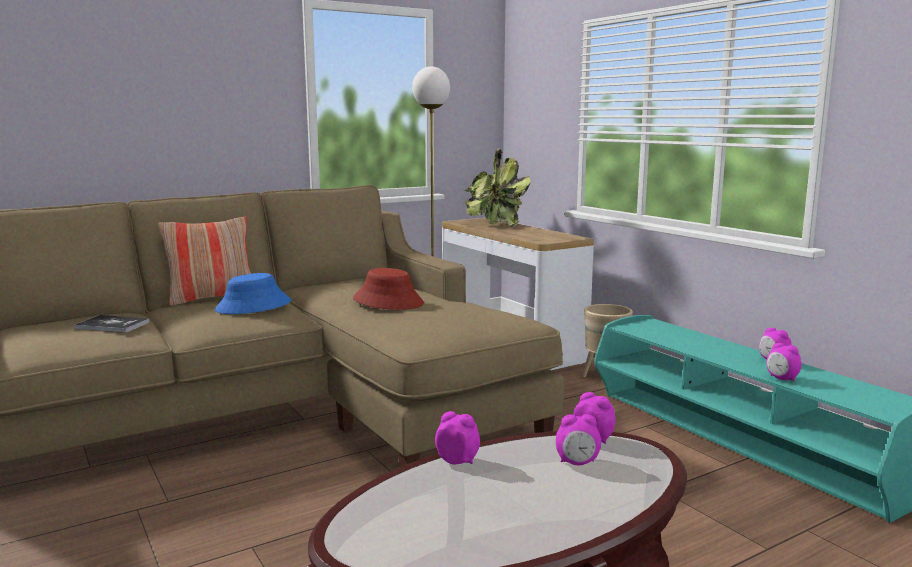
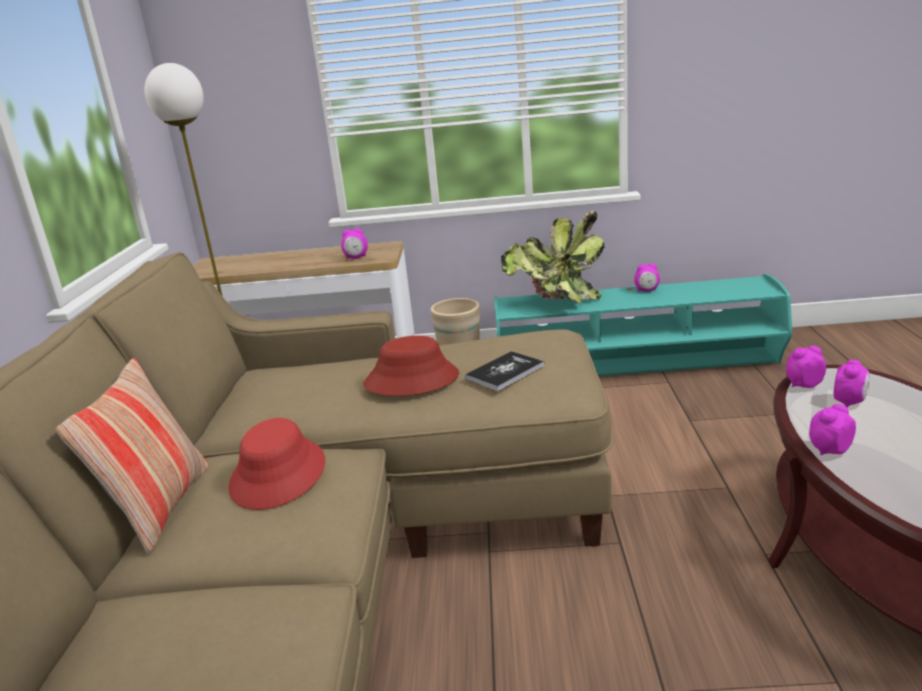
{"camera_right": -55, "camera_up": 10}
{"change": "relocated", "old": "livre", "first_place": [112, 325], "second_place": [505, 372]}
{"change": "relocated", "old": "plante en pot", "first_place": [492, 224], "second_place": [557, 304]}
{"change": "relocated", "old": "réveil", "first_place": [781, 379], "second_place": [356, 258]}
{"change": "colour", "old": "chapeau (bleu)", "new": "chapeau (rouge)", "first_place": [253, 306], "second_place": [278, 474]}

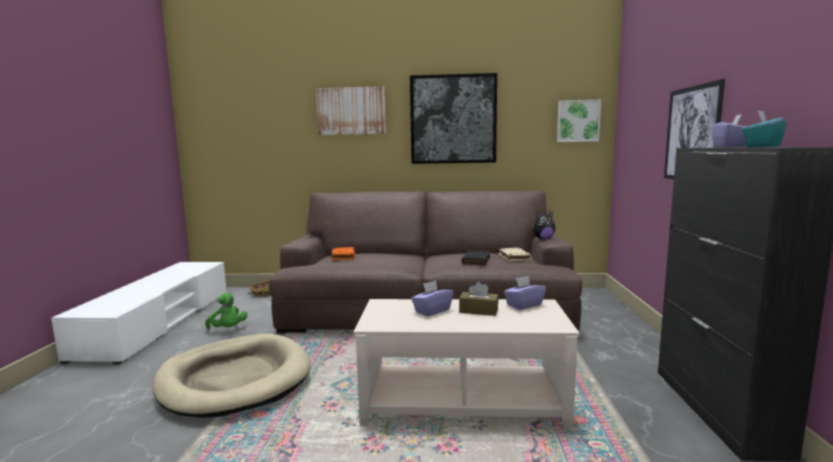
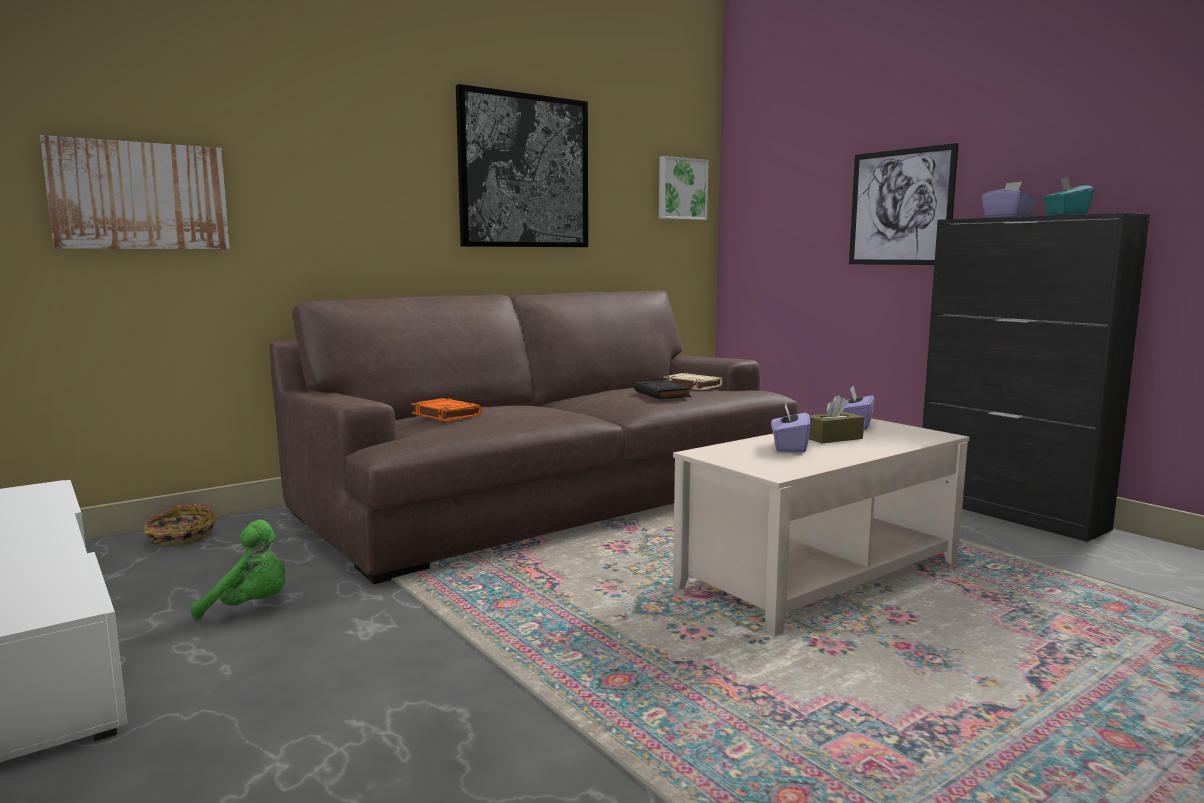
{"camera_right": -40, "camera_up": 0}
{"change": "missing", "old": "panier pour chien (beige)", "first_place": [235, 379]}
{"change": "missing", "old": "peluche", "first_place": [543, 239]}
{"change": "relocated", "old": "tableau", "first_place": [351, 111], "second_place": [140, 196]}

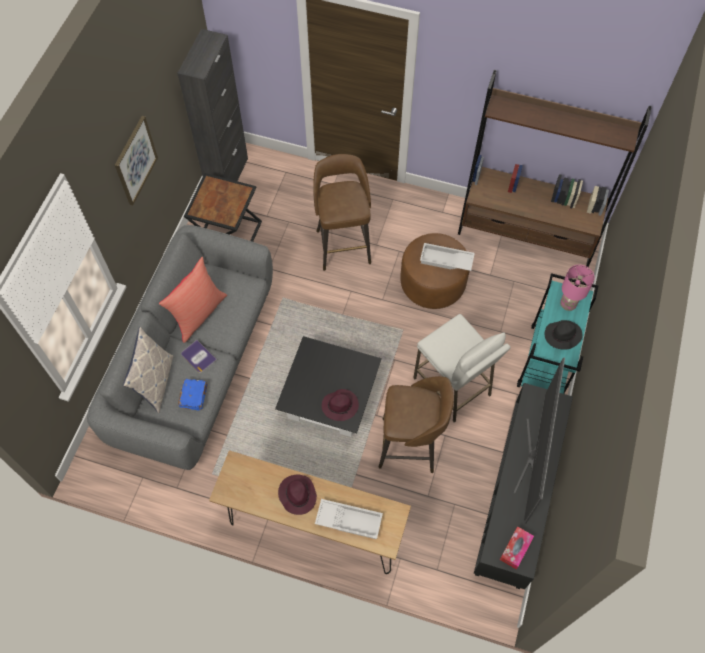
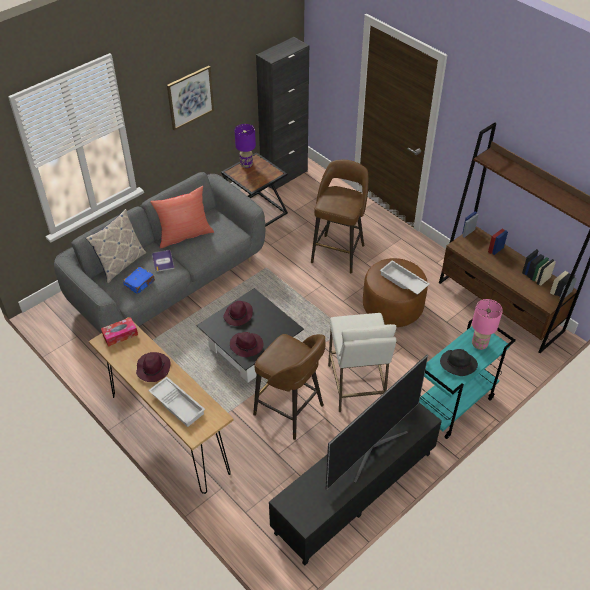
{"camera_right": 30, "camera_up": -15}
{"change": "appeared", "new": "chapeau (violet)", "second_place": [238, 315]}
{"change": "appeared", "new": "lampe de table (violet)", "second_place": [246, 165]}
{"change": "relocated", "old": "boîte à mouchoirs", "first_place": [515, 549], "second_place": [120, 335]}

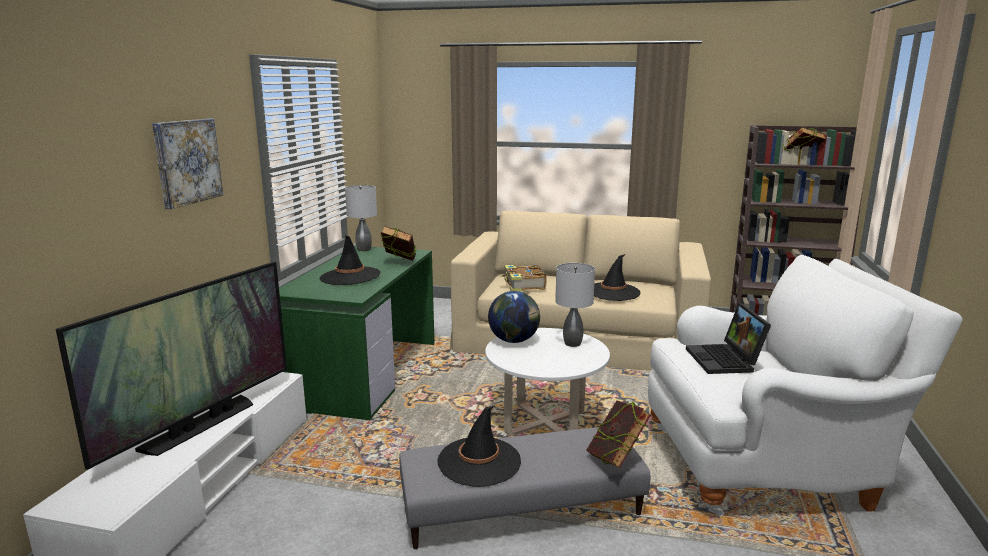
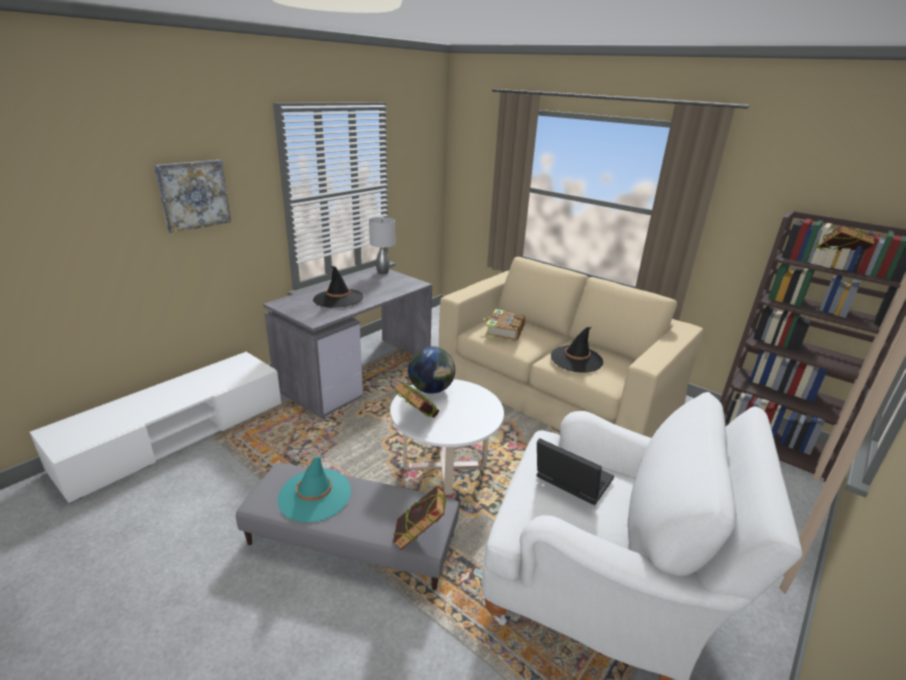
{"camera_right": 25, "camera_up": 10}
{"change": "missing", "old": "téléviseur", "first_place": [200, 425]}
{"change": "missing", "old": "lampe de table (gris)", "first_place": [572, 343]}
{"change": "relocated", "old": "livre", "first_place": [399, 263], "second_place": [416, 419]}
{"change": "colour", "old": "bureau (vert)", "new": "bureau (gris)", "first_place": [364, 372], "second_place": [356, 373]}
{"change": "colour", "old": "chapeau (noir)", "new": "chapeau (turquoise)", "first_place": [479, 462], "second_place": [315, 495]}
{"change": "spun", "old": "ordinateur portable", "first_place": [726, 360], "second_place": [569, 481], "degrees": 105}

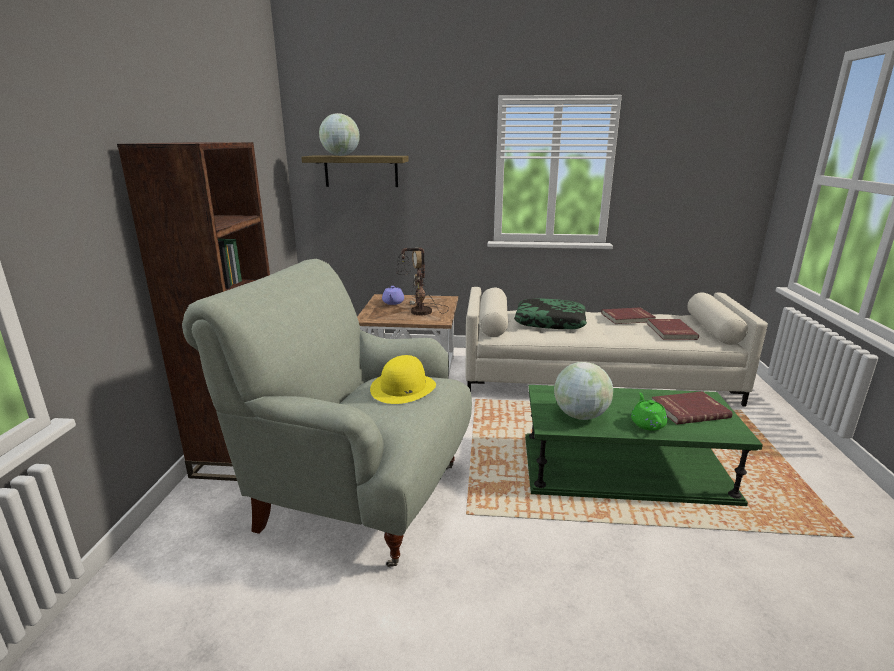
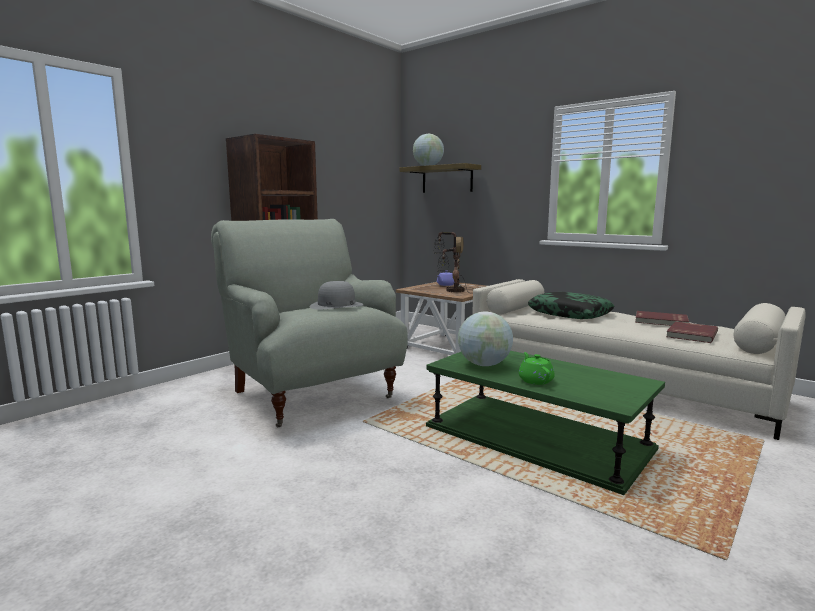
{"camera_right": 35, "camera_up": -10}
{"change": "missing", "old": "livre (rouge)", "first_place": [689, 410]}
{"change": "colour", "old": "chapeau (jaune)", "new": "chapeau (gris)", "first_place": [403, 388], "second_place": [336, 305]}
{"change": "spun", "old": "théière (vert)", "first_place": [647, 424], "second_place": [535, 380], "degrees": -45}

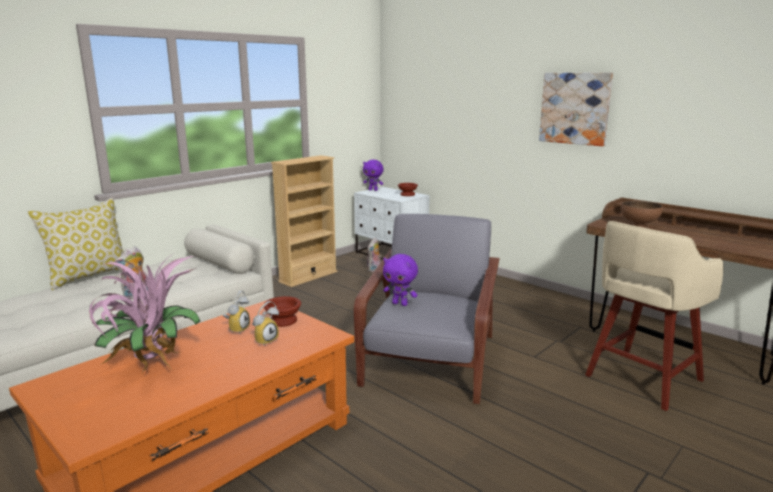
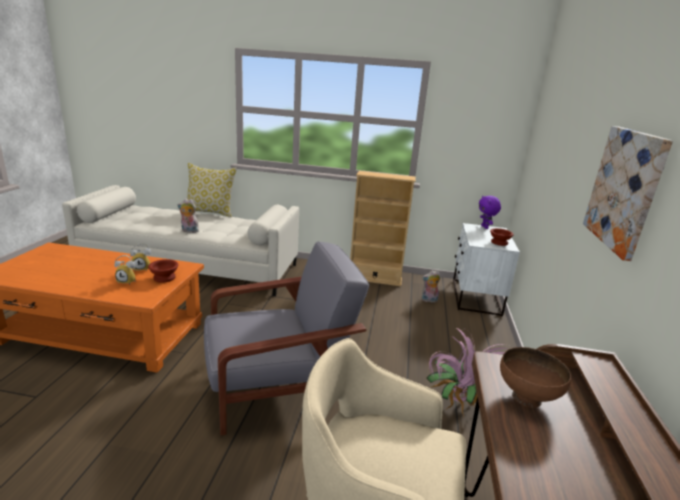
{"camera_right": 55, "camera_up": 5}
{"change": "missing", "old": "peluche (violet)", "first_place": [400, 304]}
{"change": "relocated", "old": "plante en pot", "first_place": [151, 368], "second_place": [456, 406]}

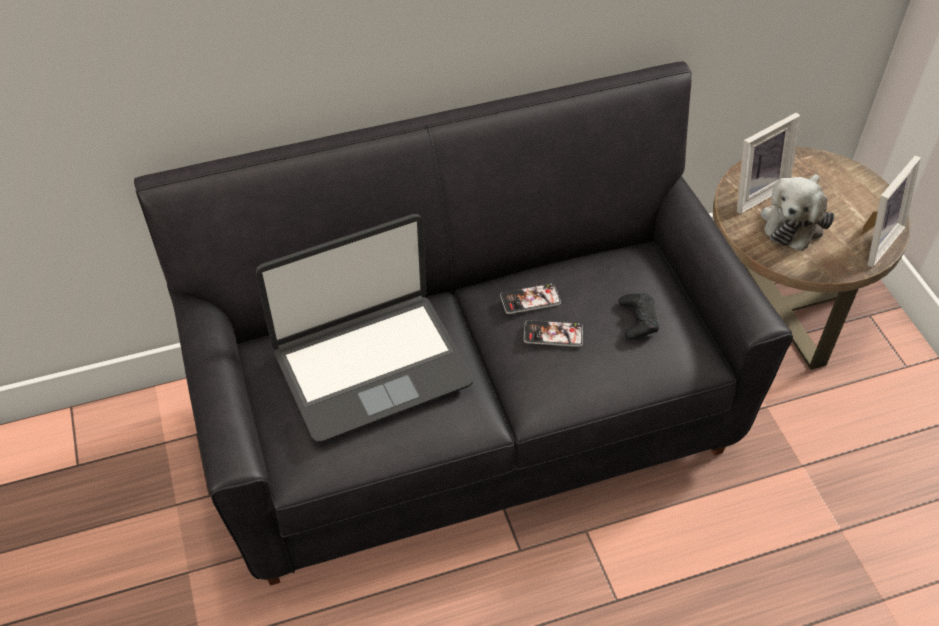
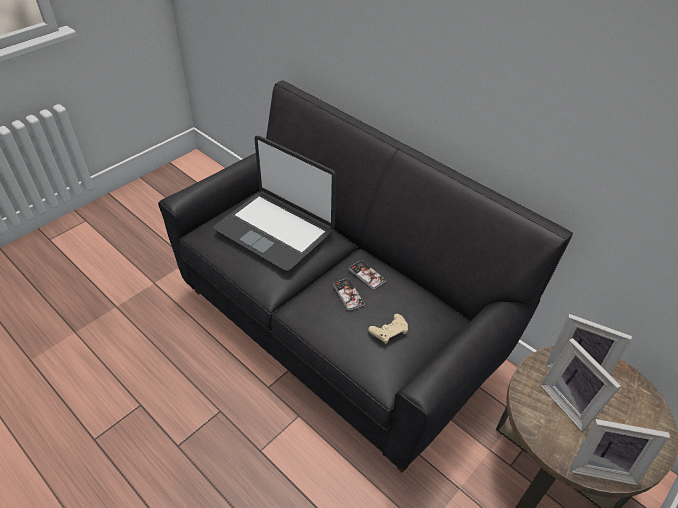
{"camera_right": 60, "camera_up": -5}
{"change": "exchanged", "old": "peluche", "new": "cadre photo", "first_place": [794, 221], "second_place": [570, 402]}
{"change": "colour", "old": "manette (noir)", "new": "manette (beige)", "first_place": [638, 320], "second_place": [389, 331]}

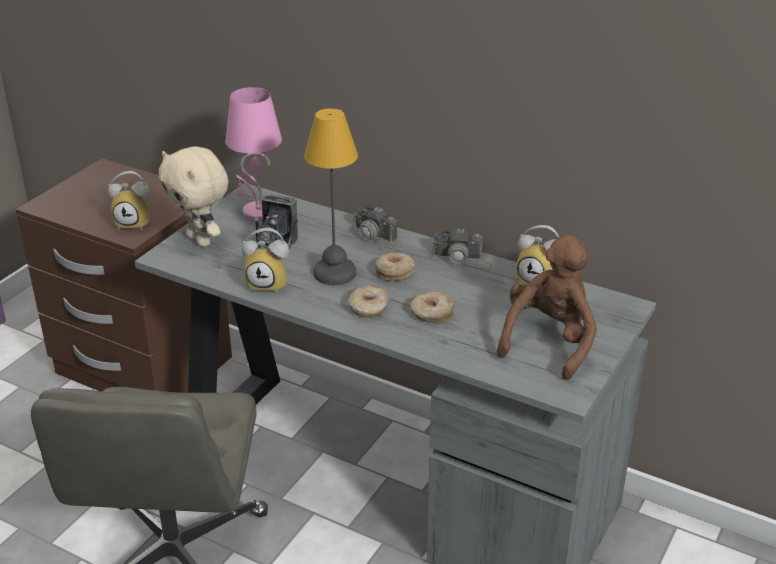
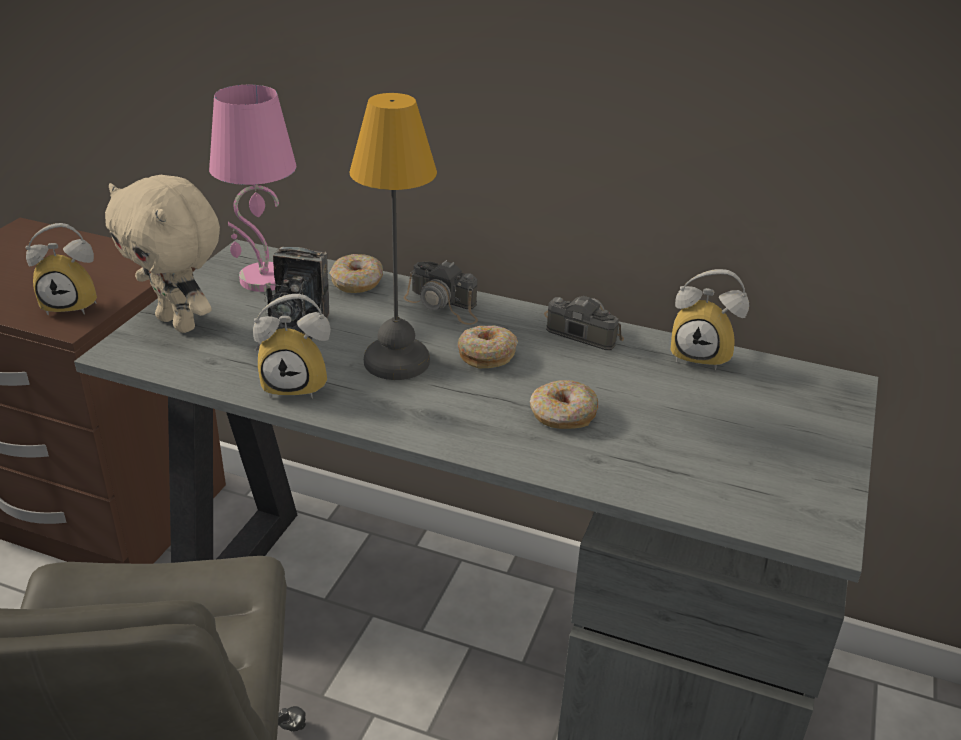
{"camera_right": -10, "camera_up": 0}
{"change": "missing", "old": "peluche (marron)", "first_place": [549, 342]}
{"change": "relocated", "old": "beignet", "first_place": [369, 308], "second_place": [357, 282]}
{"change": "spun", "old": "appareil photo", "first_place": [461, 259], "second_place": [579, 330], "degrees": -150}

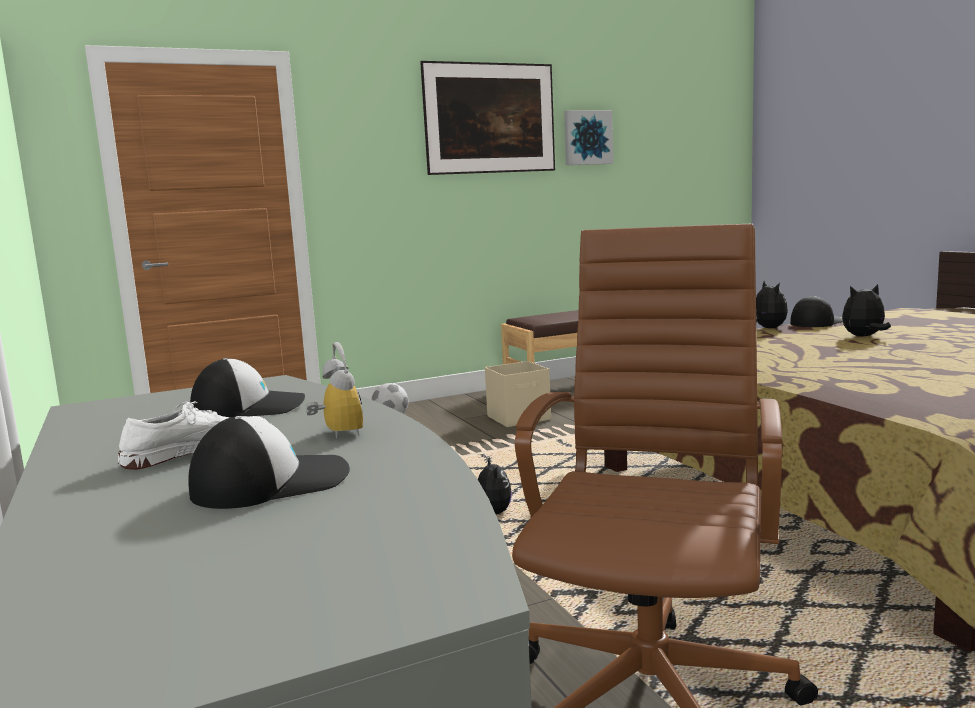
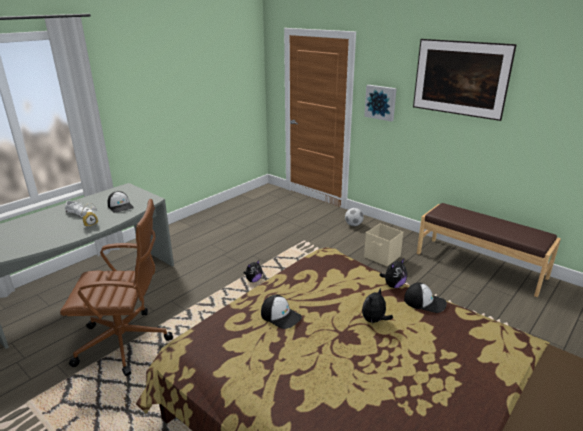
{"camera_right": 65, "camera_up": 15}
{"change": "relocated", "old": "casquette", "first_place": [271, 482], "second_place": [281, 316]}
{"change": "relocated", "old": "tableau", "first_place": [587, 138], "second_place": [380, 102]}
{"change": "spun", "old": "peluche", "first_place": [864, 337], "second_place": [374, 320], "degrees": -105}

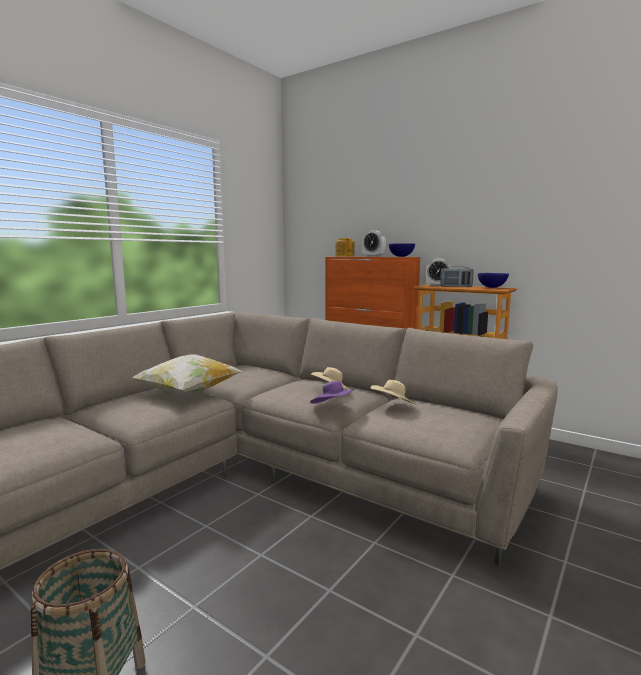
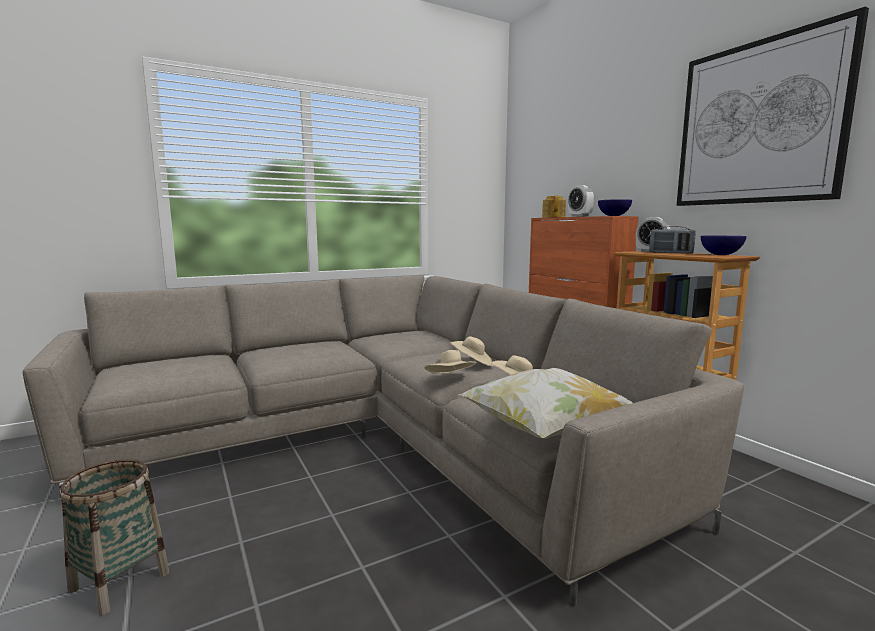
{"camera_right": 25, "camera_up": 0}
{"change": "appeared", "new": "tableau", "second_place": [758, 123]}
{"change": "relocated", "old": "coussin", "first_place": [188, 393], "second_place": [544, 431]}
{"change": "colour", "old": "chapeau (violet)", "new": "chapeau (beige)", "first_place": [333, 407], "second_place": [451, 379]}

